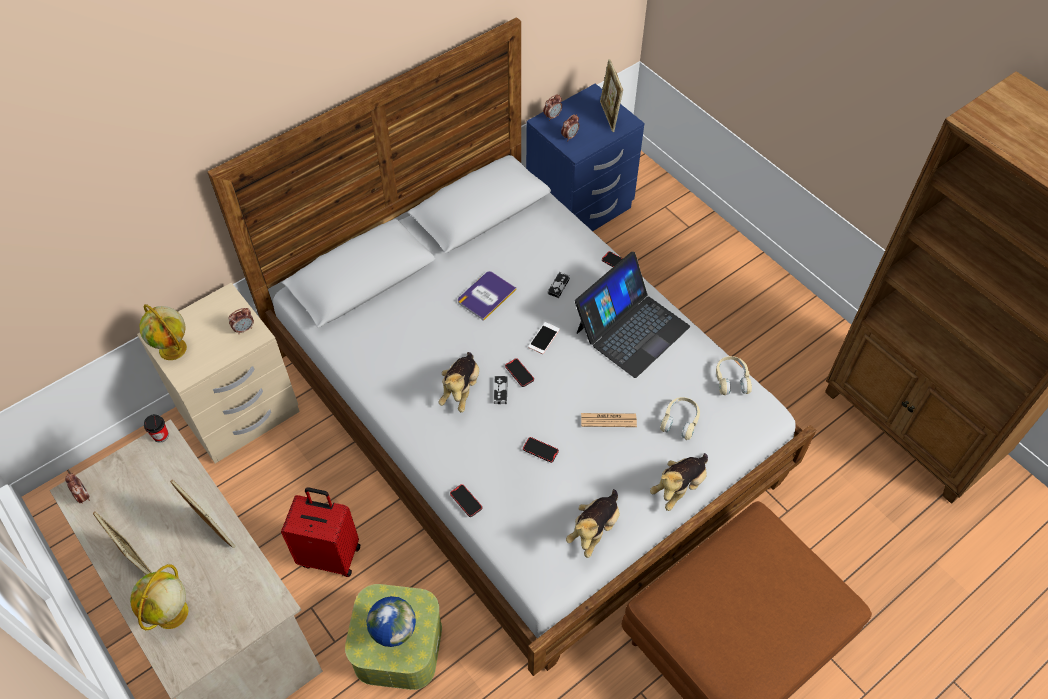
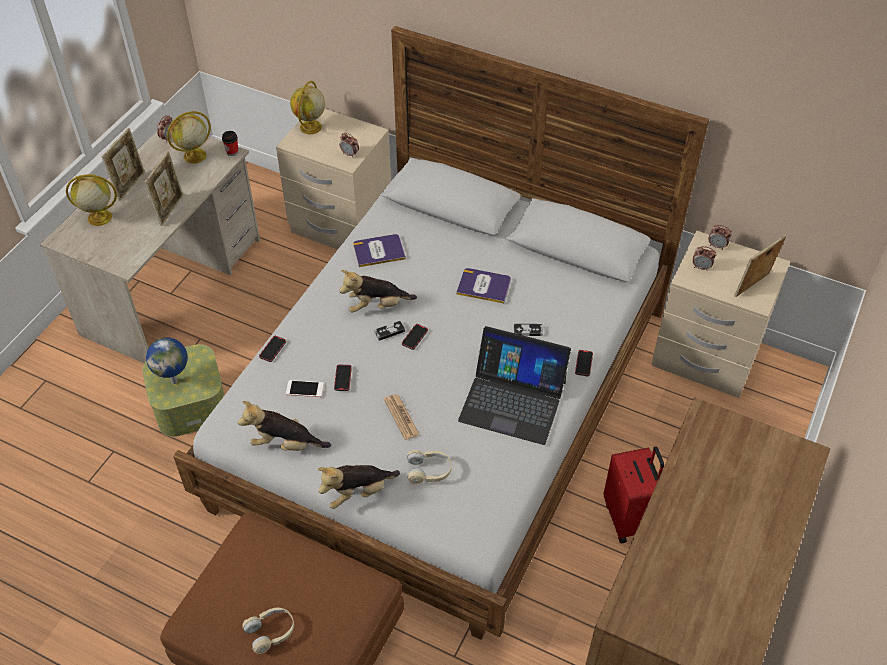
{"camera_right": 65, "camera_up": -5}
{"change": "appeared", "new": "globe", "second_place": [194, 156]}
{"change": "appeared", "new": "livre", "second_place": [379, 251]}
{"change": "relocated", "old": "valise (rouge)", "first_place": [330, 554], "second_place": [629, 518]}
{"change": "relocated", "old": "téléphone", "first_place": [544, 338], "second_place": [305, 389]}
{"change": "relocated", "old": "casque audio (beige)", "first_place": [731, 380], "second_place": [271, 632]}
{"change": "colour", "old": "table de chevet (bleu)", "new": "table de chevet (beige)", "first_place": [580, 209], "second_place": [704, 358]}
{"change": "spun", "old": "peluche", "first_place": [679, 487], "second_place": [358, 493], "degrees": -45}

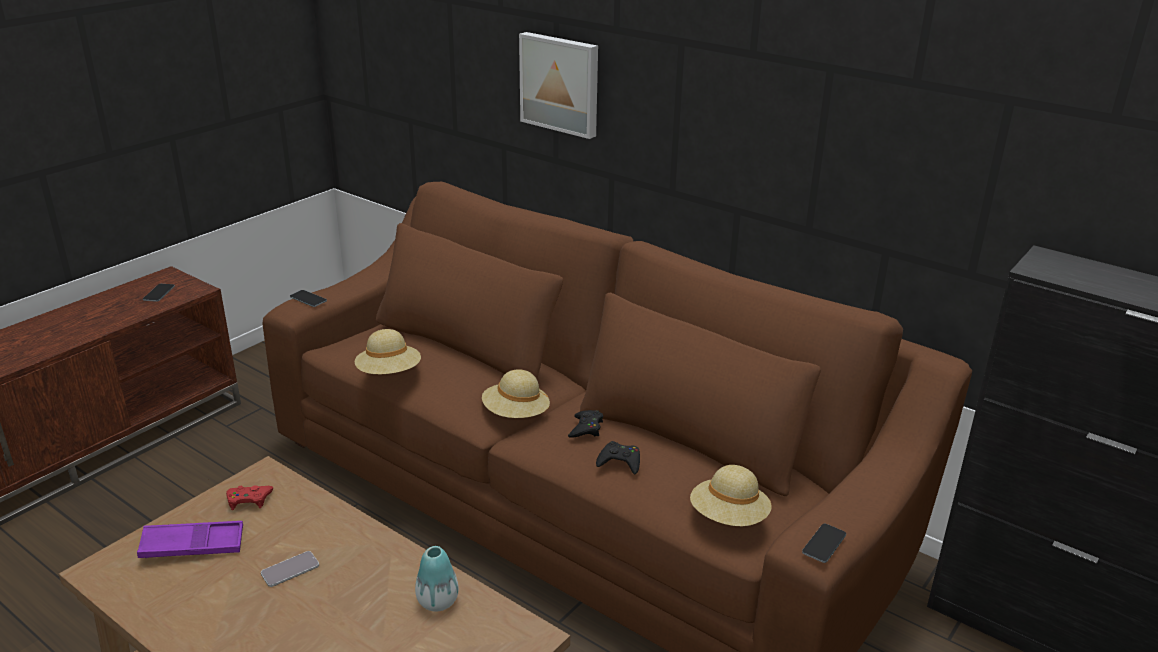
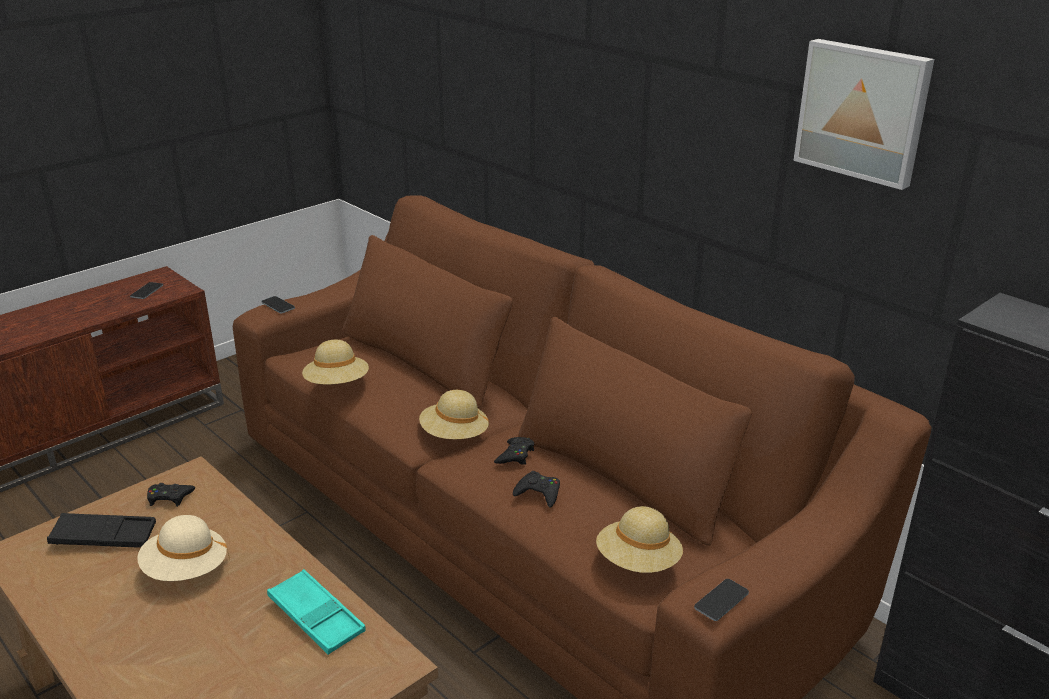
{"camera_right": 10, "camera_up": 0}
{"change": "relocated", "old": "tableau", "first_place": [561, 84], "second_place": [863, 111]}
{"change": "exchanged", "old": "téléphone", "new": "chapeau (beige)", "first_place": [290, 570], "second_place": [186, 570]}
{"change": "exchanged", "old": "vase", "new": "plateau (turquoise)", "first_place": [437, 601], "second_place": [316, 617]}
{"change": "colour", "old": "plateau (violet)", "new": "plateau (noir)", "first_place": [193, 545], "second_place": [104, 537]}
{"change": "colour", "old": "manette (rouge)", "new": "manette (noir)", "first_place": [249, 500], "second_place": [169, 497]}

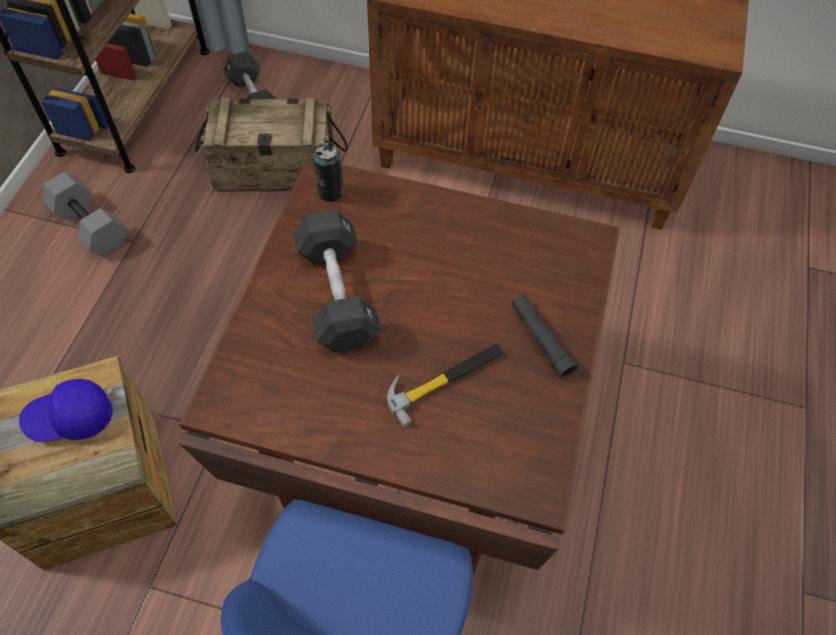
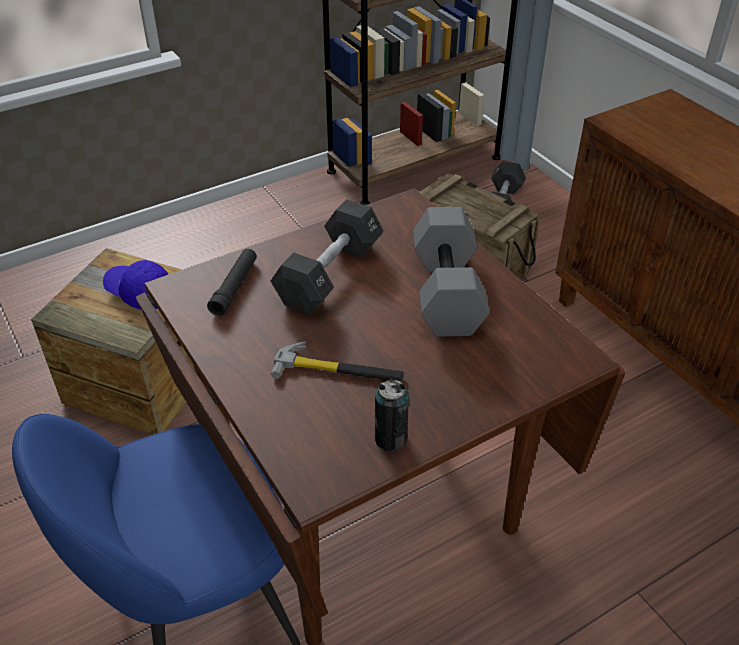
{"camera_right": 45, "camera_up": -15}
{"change": "relocated", "old": "haltère (gris)", "first_place": [92, 226], "second_place": [449, 293]}
{"change": "relocated", "old": "boîte métallique", "first_place": [330, 192], "second_place": [390, 439]}
{"change": "relocated", "old": "lampe de poche (noir)", "first_place": [541, 340], "second_place": [234, 287]}

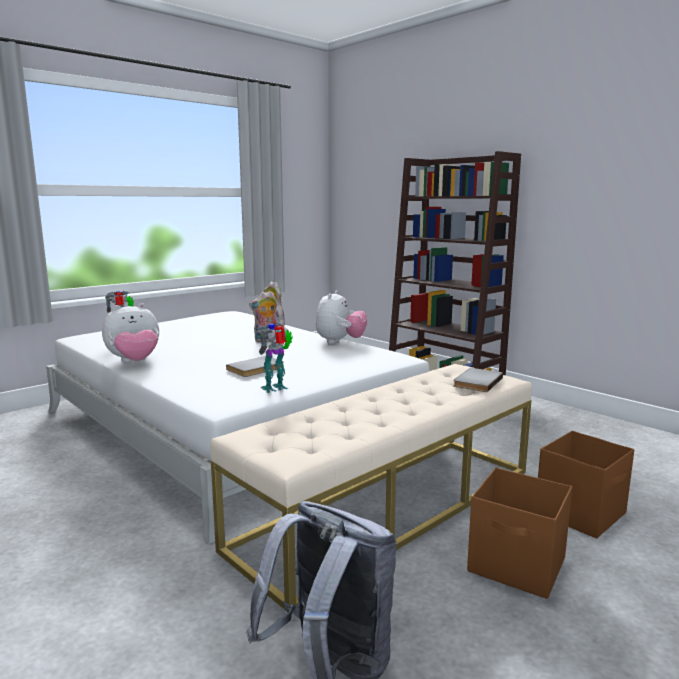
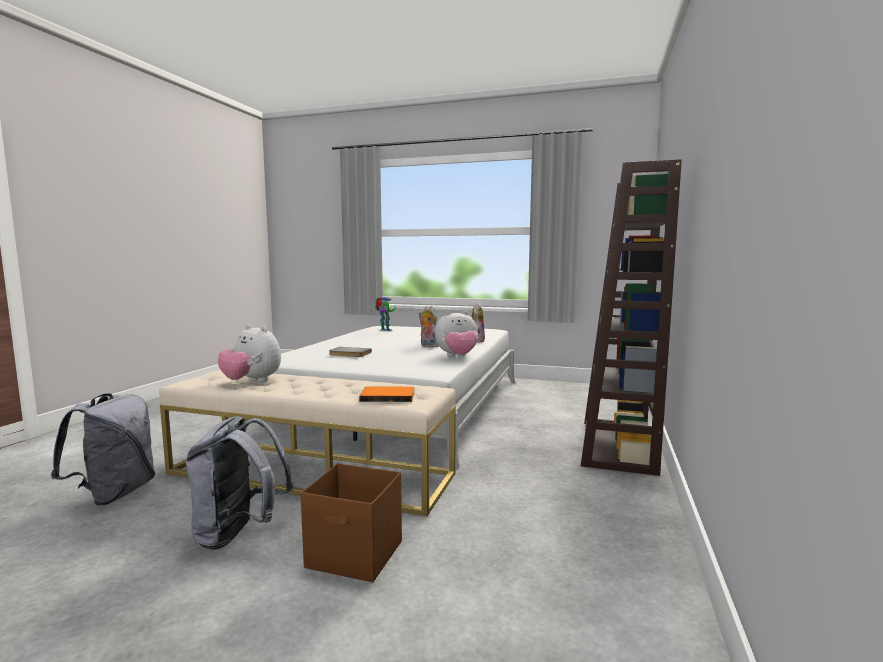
{"camera_right": 60, "camera_up": -5}
{"change": "missing", "old": "robot jouet", "first_place": [276, 389]}
{"change": "relocated", "old": "peluche", "first_place": [134, 362], "second_place": [252, 382]}
{"change": "exchanged", "old": "boîte de rangement (marron)", "new": "sac à dos (gris)", "first_place": [517, 566], "second_place": [239, 534]}
{"change": "colour", "old": "livre (gris)", "new": "livre (orange)", "first_place": [476, 382], "second_place": [388, 396]}

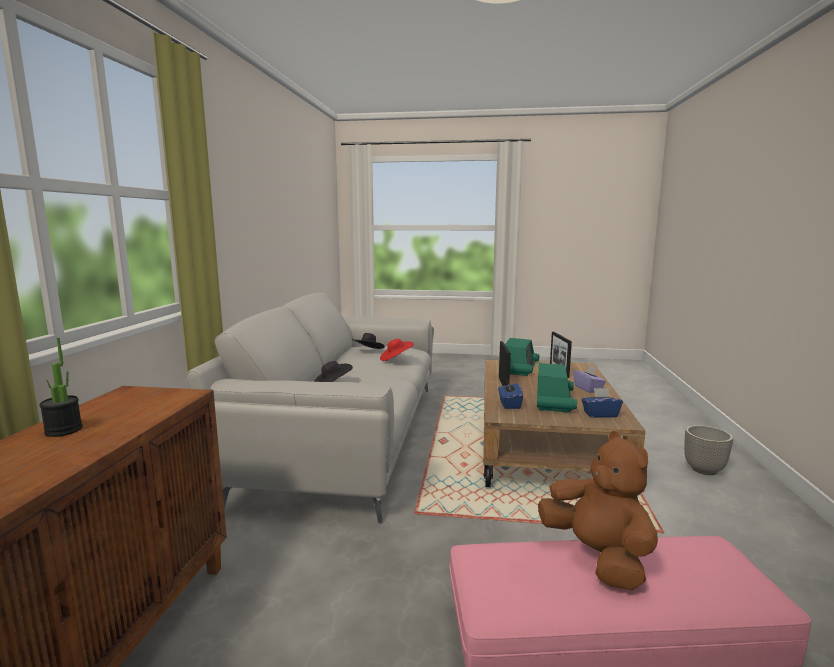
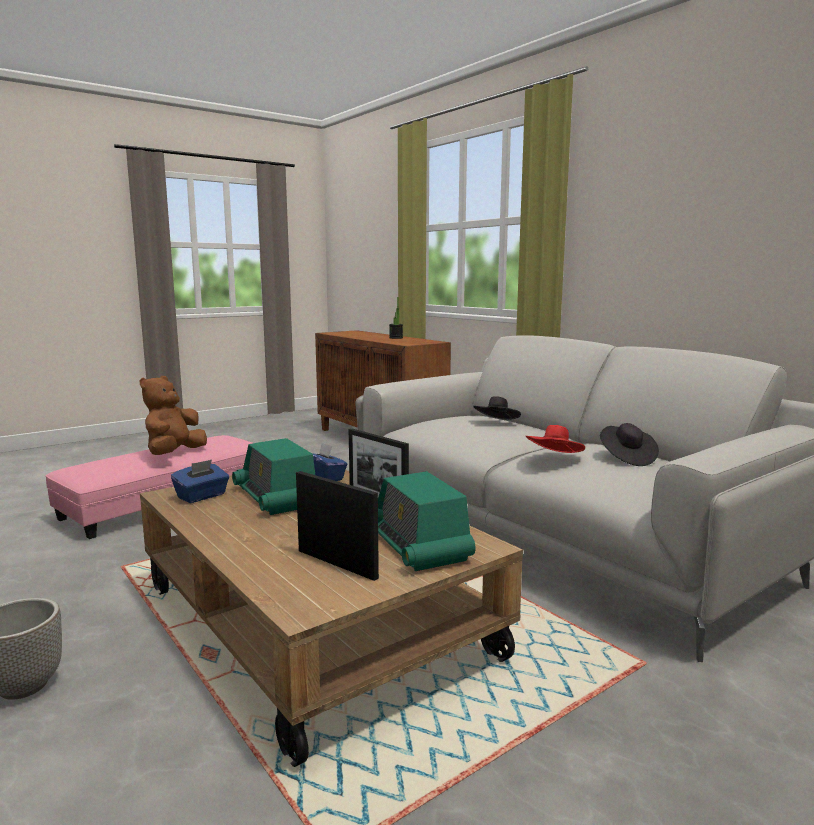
{"camera_right": 135, "camera_up": 0}
{"change": "missing", "old": "boîte à mouchoirs (violet)", "first_place": [588, 388]}
{"change": "spun", "old": "peluche (marron)", "first_place": [597, 557], "second_place": [174, 454], "degrees": 90}

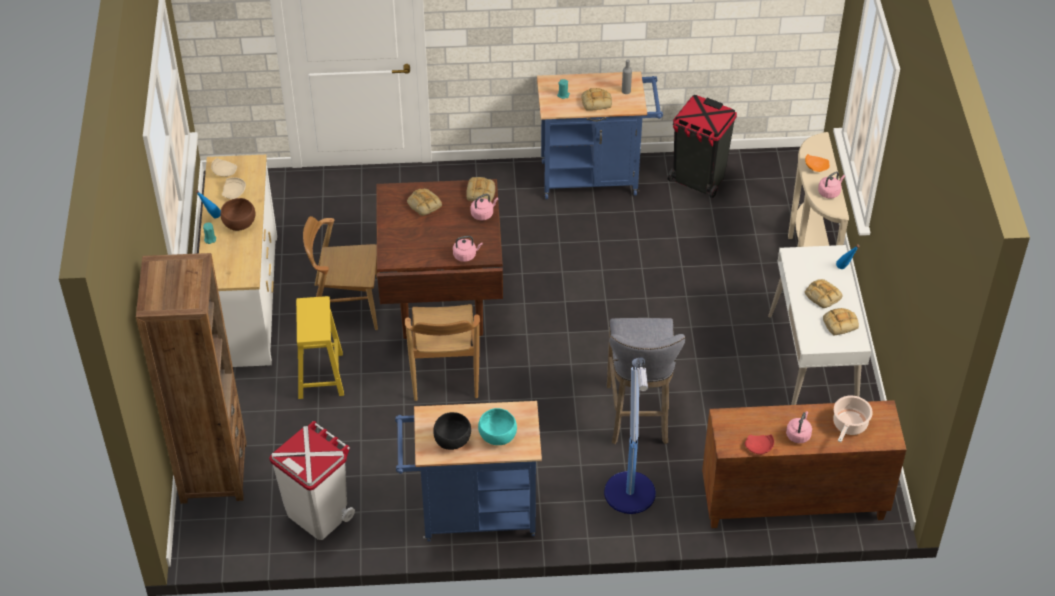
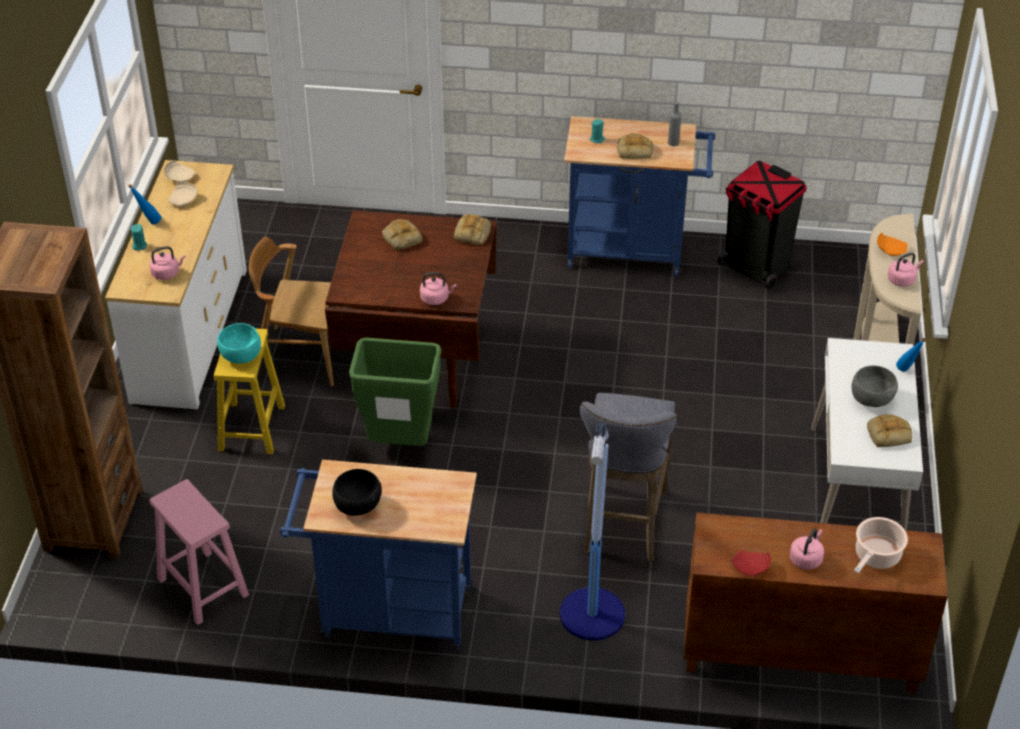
{"camera_right": 10, "camera_up": -5}
{"change": "missing", "old": "bol (marron)", "first_place": [240, 223]}
{"change": "relocated", "old": "bouilloire (rose)", "first_place": [483, 214], "second_place": [167, 273]}
{"change": "relocated", "old": "bol (turquoise)", "first_place": [498, 436], "second_place": [241, 356]}
{"change": "exchanged", "old": "poubelle (blanc)", "new": "tabouret (rose)", "first_place": [318, 514], "second_place": [202, 586]}
{"change": "exchanged", "old": "chaise (marron)", "new": "poubelle (vert)", "first_place": [444, 372], "second_place": [399, 444]}
{"change": "exchanged", "old": "pain", "new": "bol (gris)", "first_place": [822, 296], "second_place": [871, 399]}

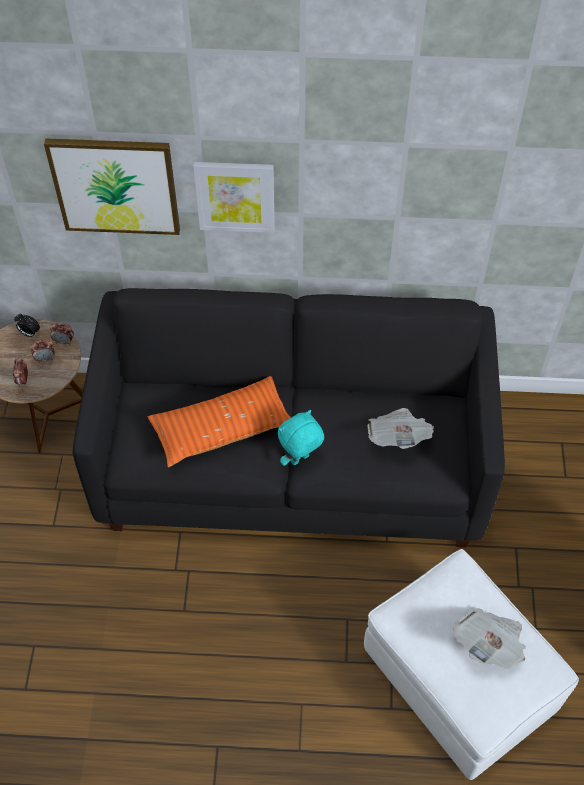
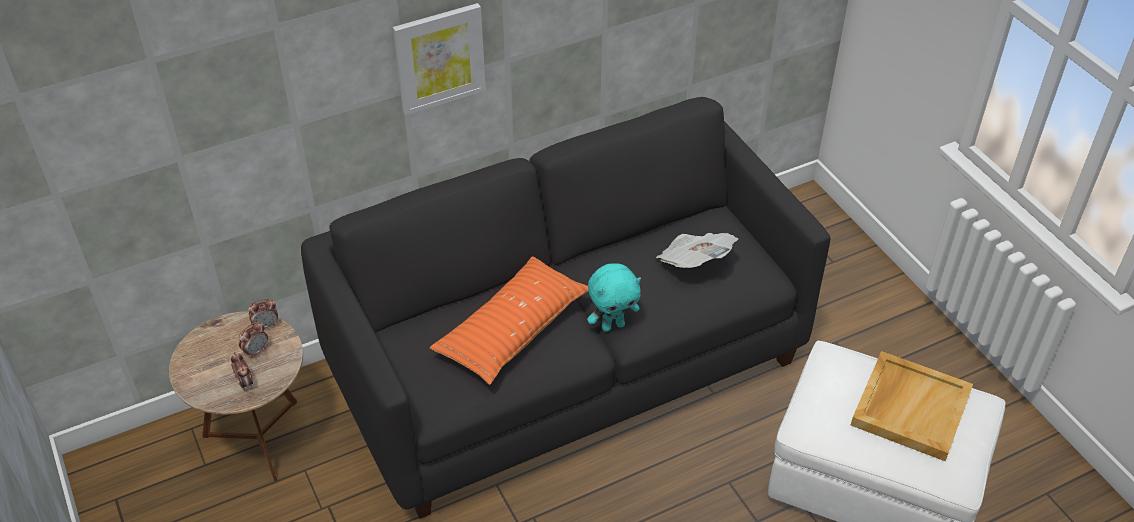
{"camera_right": -30, "camera_up": -10}
{"change": "missing", "old": "réveil", "first_place": [29, 333]}
{"change": "missing", "old": "tableau", "first_place": [115, 186]}
{"change": "exchanged", "old": "journal", "new": "plateau (beige)", "first_place": [489, 645], "second_place": [910, 407]}
{"change": "spun", "old": "peluche (turquoise)", "first_place": [300, 460], "second_place": [613, 325], "degrees": -135}

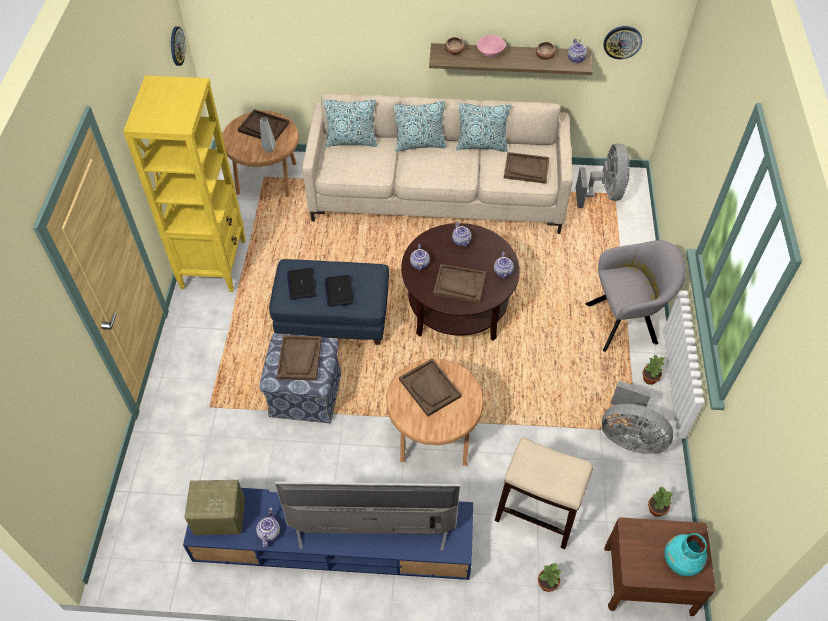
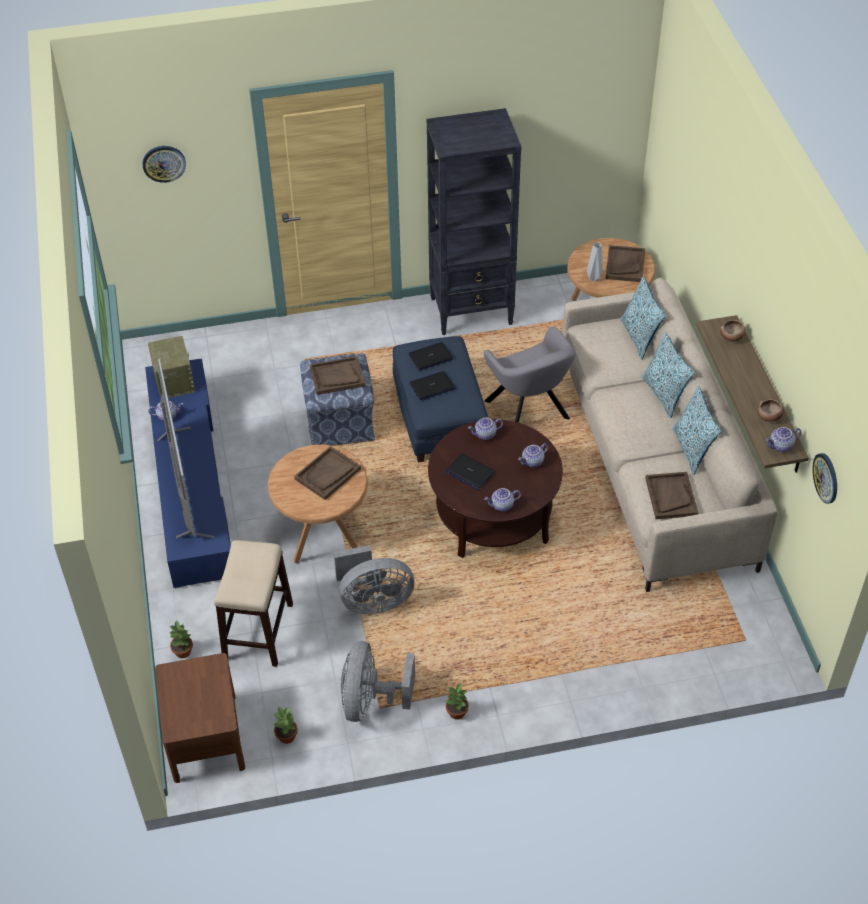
{"camera_right": 75, "camera_up": -5}
{"change": "missing", "old": "bol (rose)", "first_place": [489, 54]}
{"change": "missing", "old": "vase (turquoise)", "first_place": [680, 561]}
{"change": "relocated", "old": "horloge murale", "first_place": [176, 46], "second_place": [164, 163]}
{"change": "relocated", "old": "ventilateur (gris)", "first_place": [604, 193], "second_place": [373, 601]}
{"change": "relocated", "old": "fauteuil (gris)", "first_place": [625, 323], "second_place": [529, 413]}
{"change": "exchanged", "old": "plateau (marron)", "new": "ordinateur portable", "first_place": [459, 284], "second_place": [469, 472]}
{"change": "colour", "old": "bibliothèque (jaune)", "new": "bibliothèque (noir)", "first_place": [214, 263], "second_place": [472, 311]}

